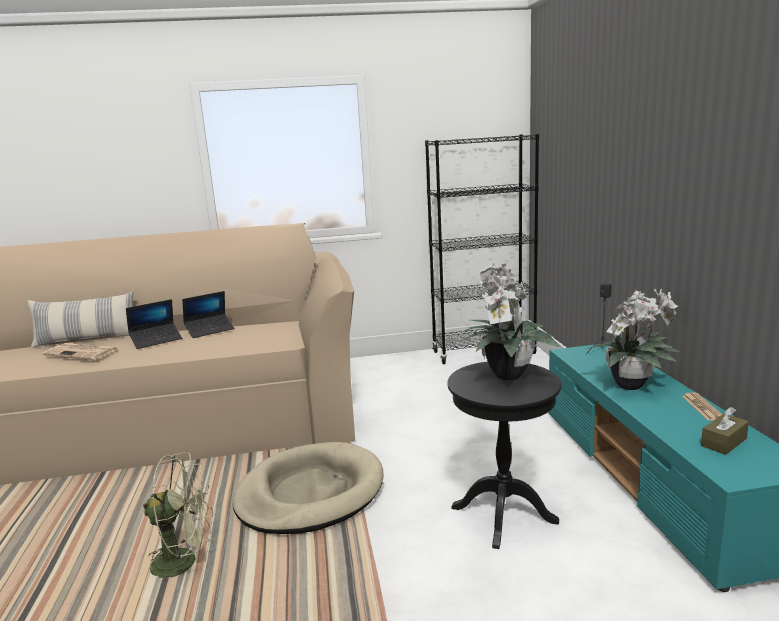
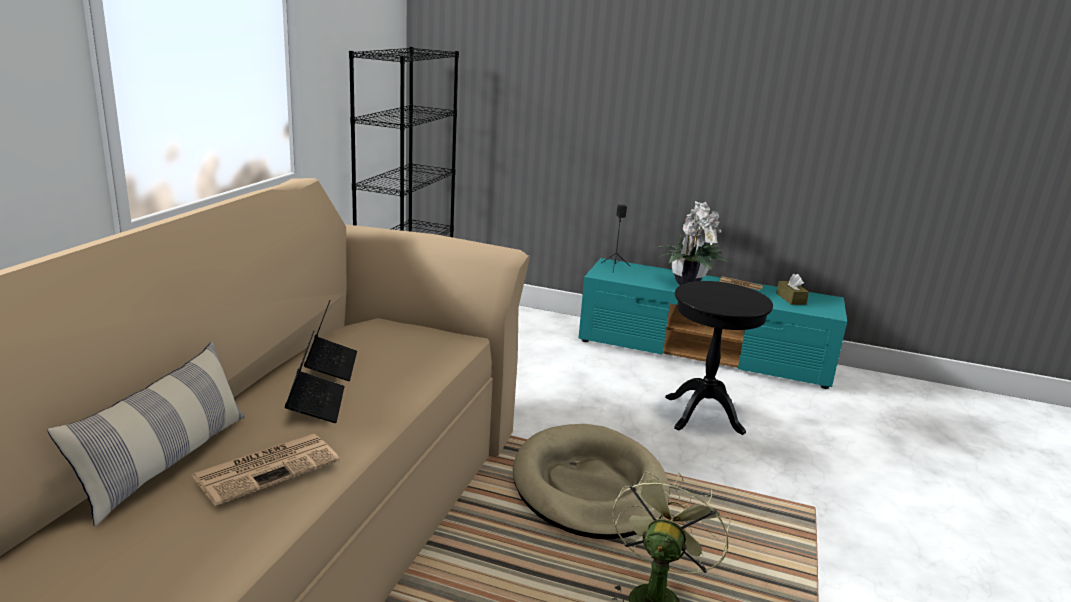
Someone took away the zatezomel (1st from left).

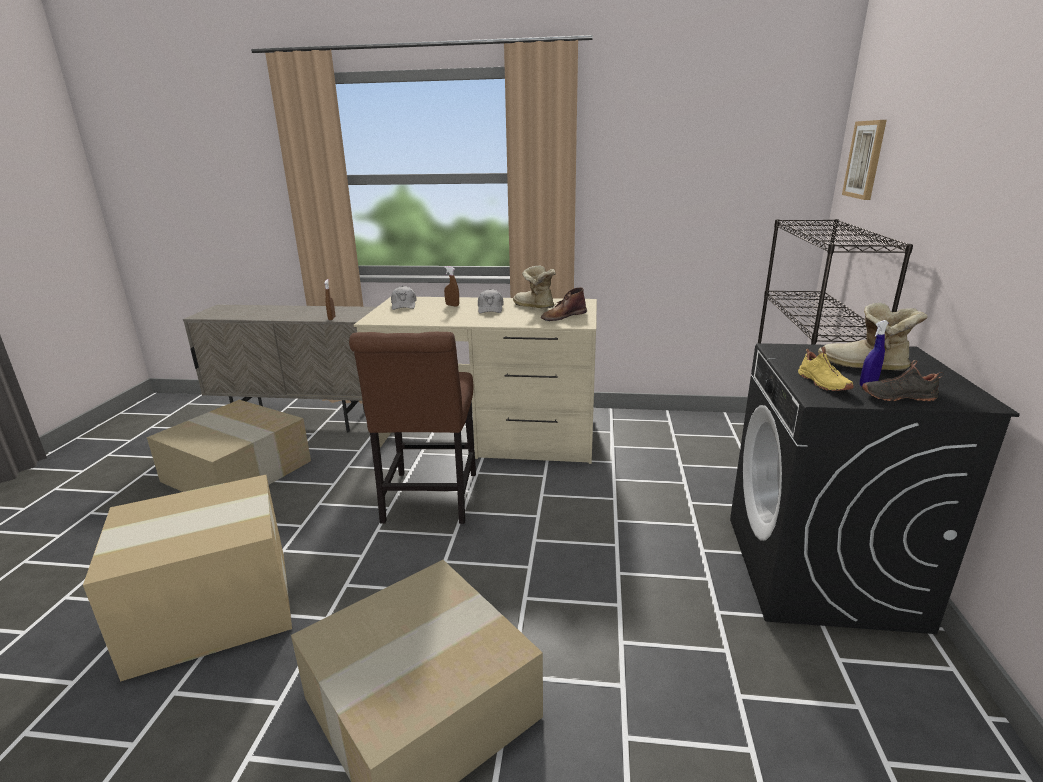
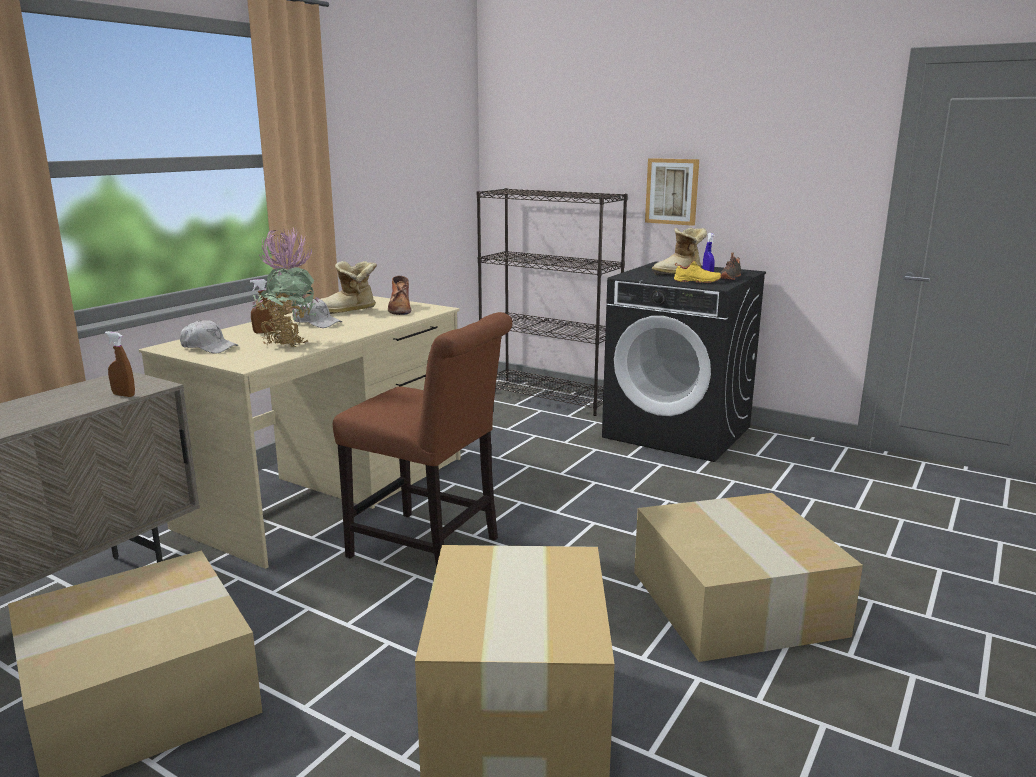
Someone carried the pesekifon. Someone put down the zatezomel.

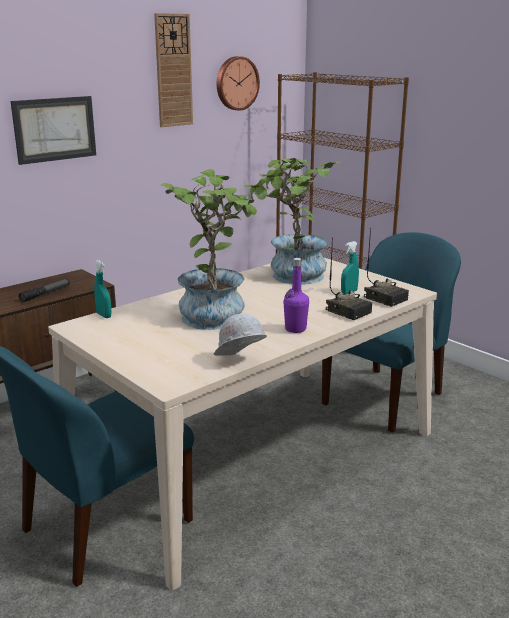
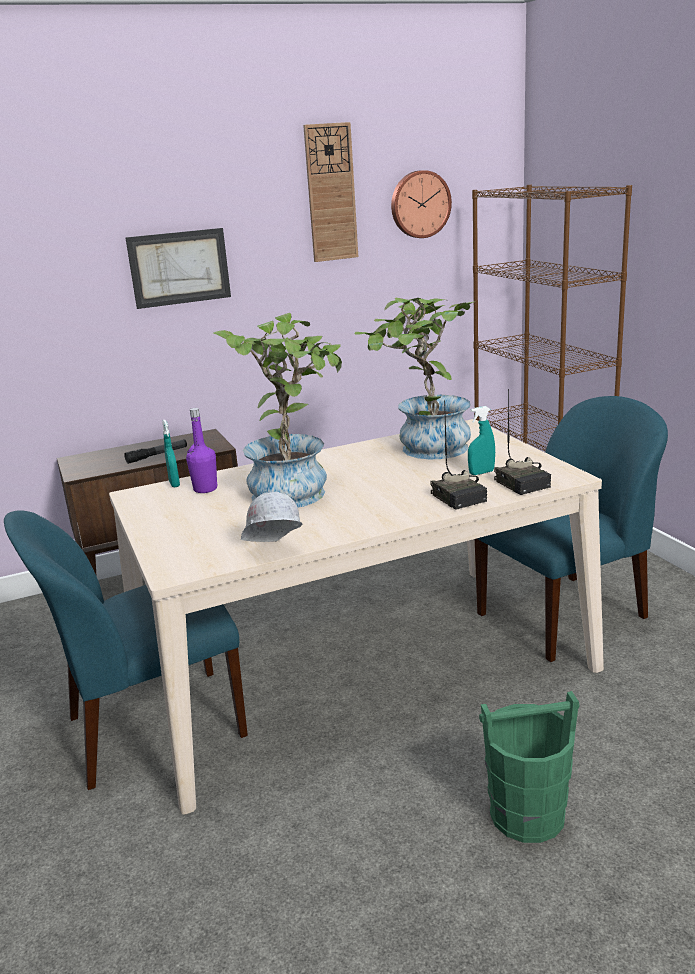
Someone carried the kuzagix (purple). Someone put down the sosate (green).

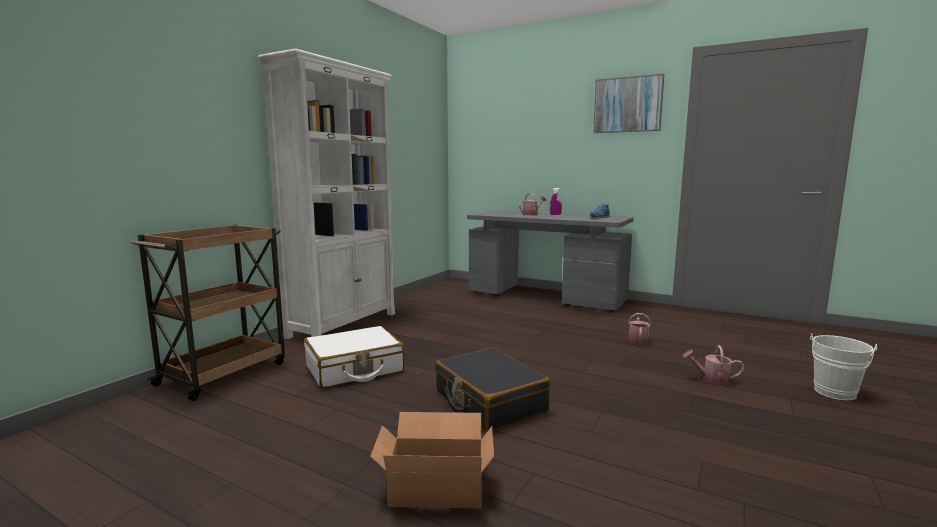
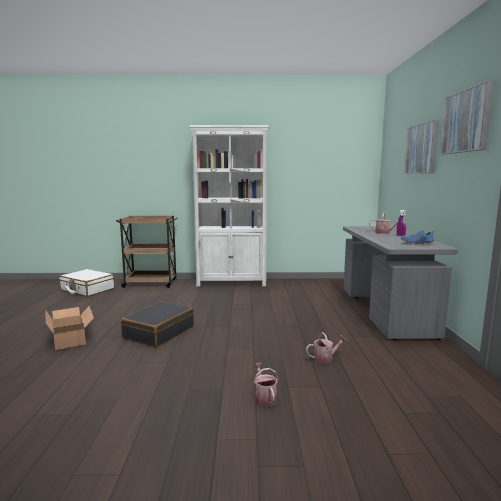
Someone carried the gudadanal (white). Someone took away the sosate (white). Someone put up the pesekifon (1st from left).

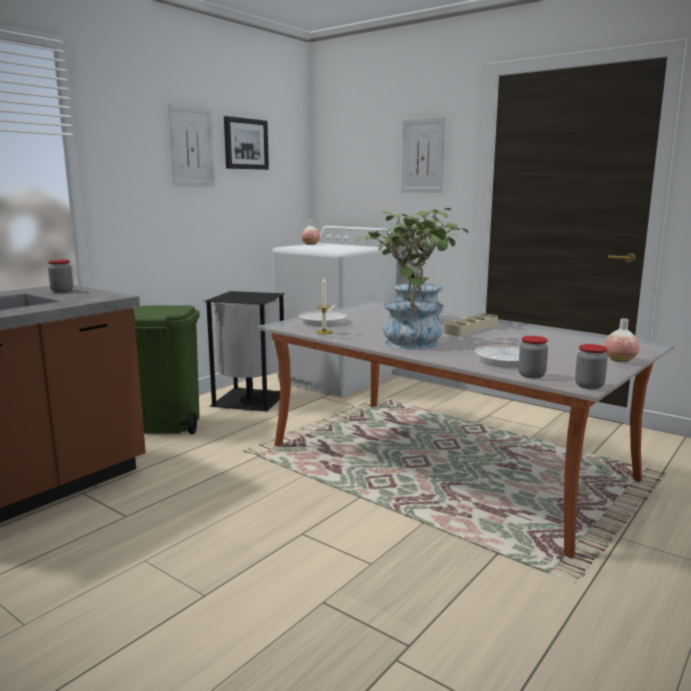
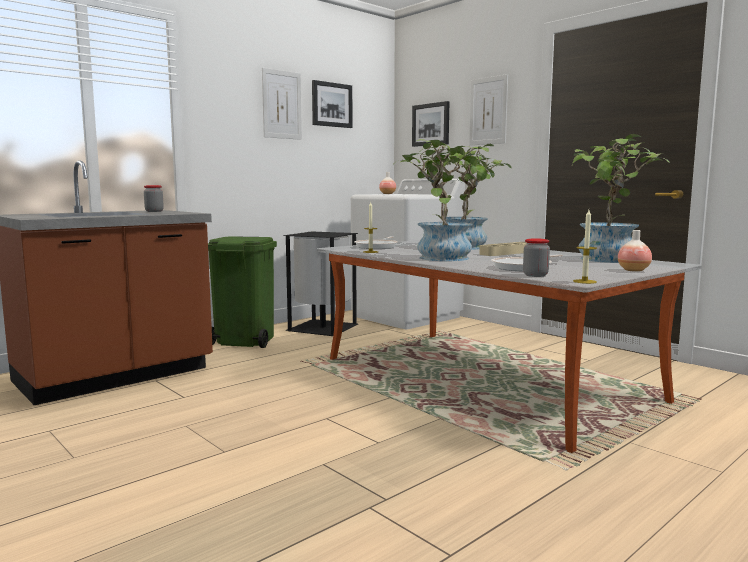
Someone swapped the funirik (3rd from left) for the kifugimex (2nd from left). Someone put up the pesekifon (3rd from left). Someone put down the zatezomel (3rd from left).

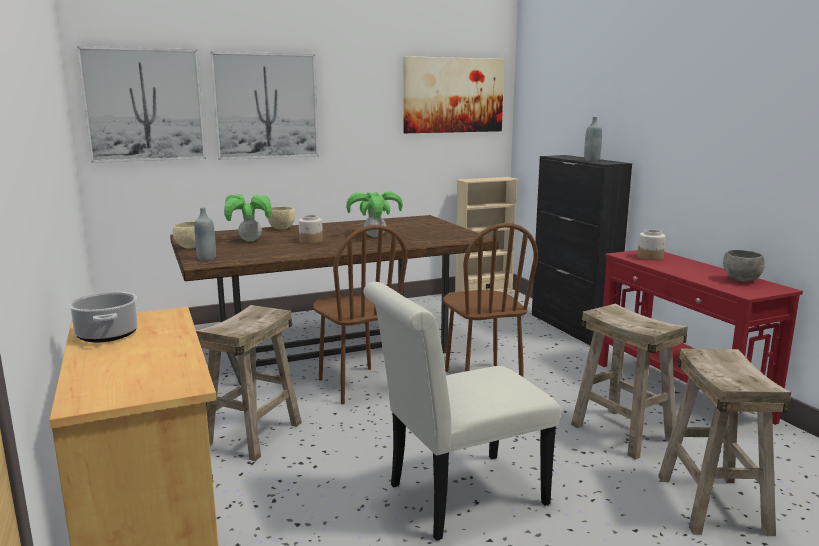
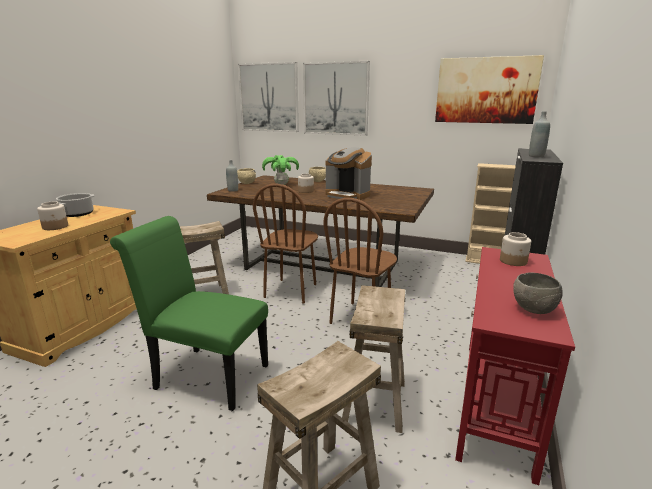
Someone swapped the zatezomel (2nd from left) for the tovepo. Someone repainted the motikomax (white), which became the motikomax (green). Someone put down the funirik (1st from left).

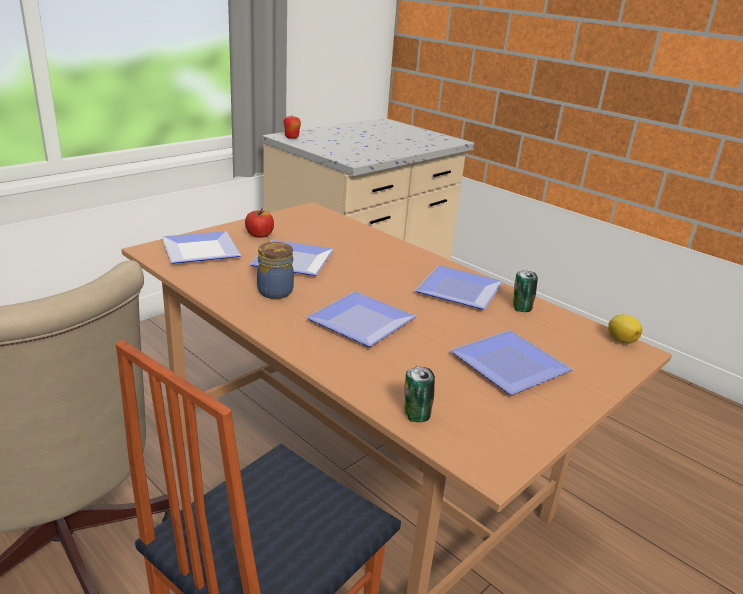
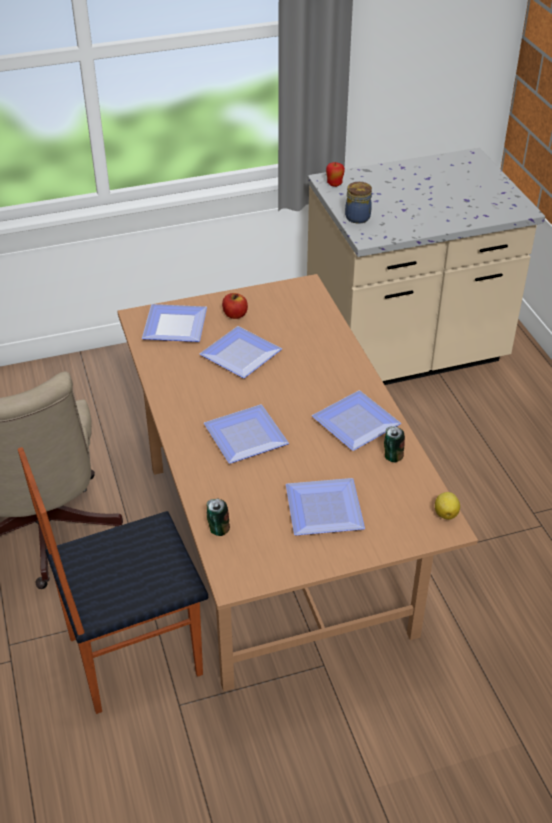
Someone carried the funirik.

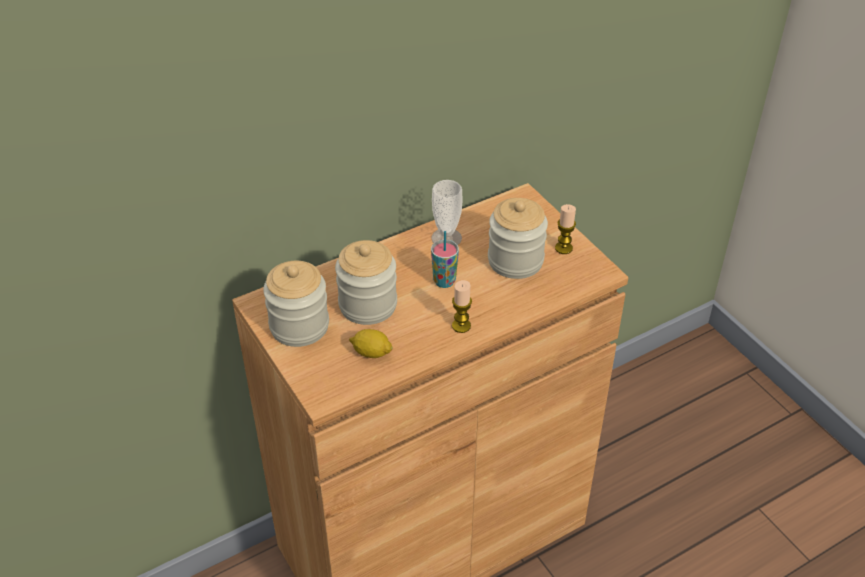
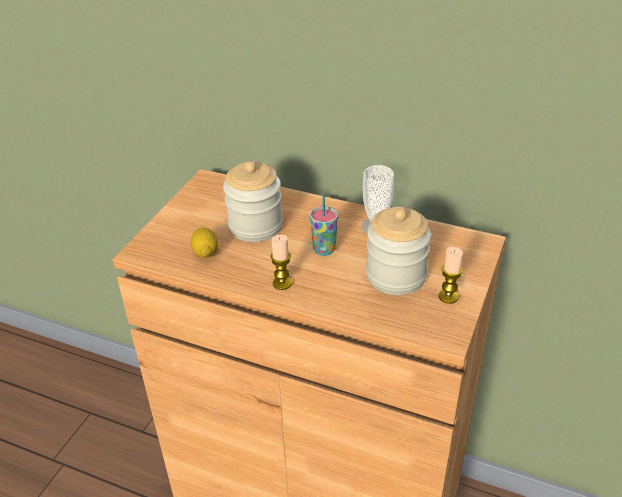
Someone took away the funirik (1st from left).

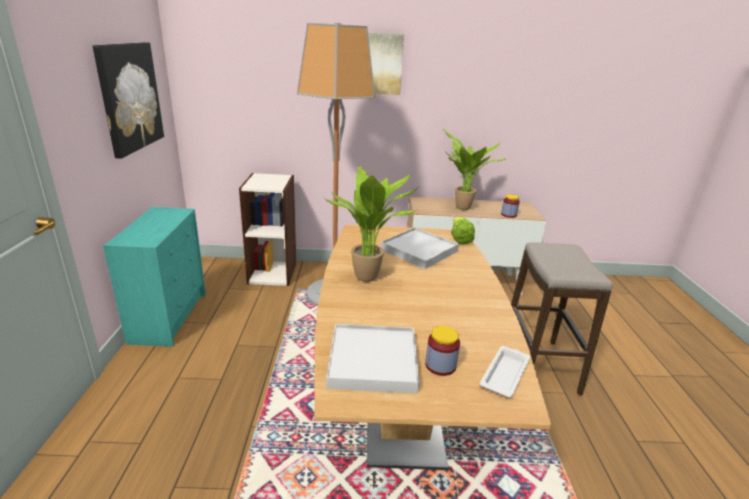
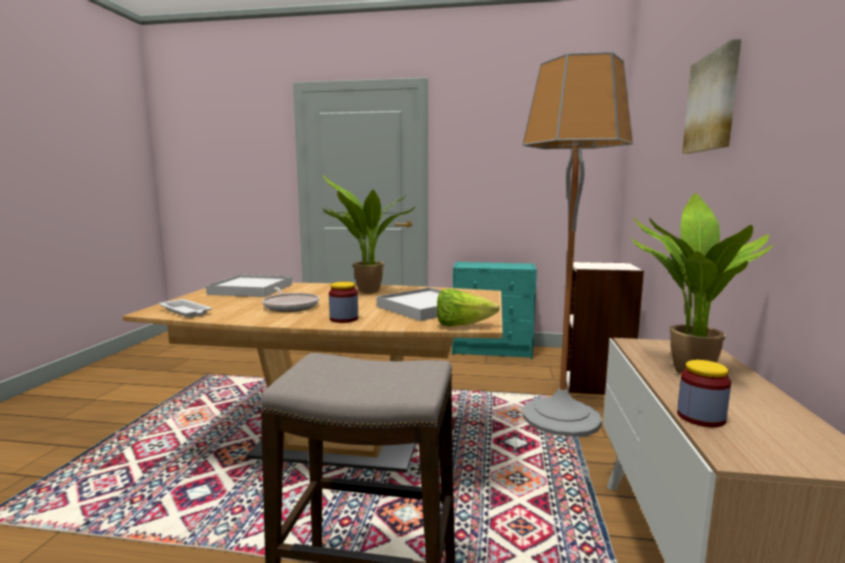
Someone took away the pesekifon (1st from left). Someone carried the funirik (1st from left). Someone put down the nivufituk.

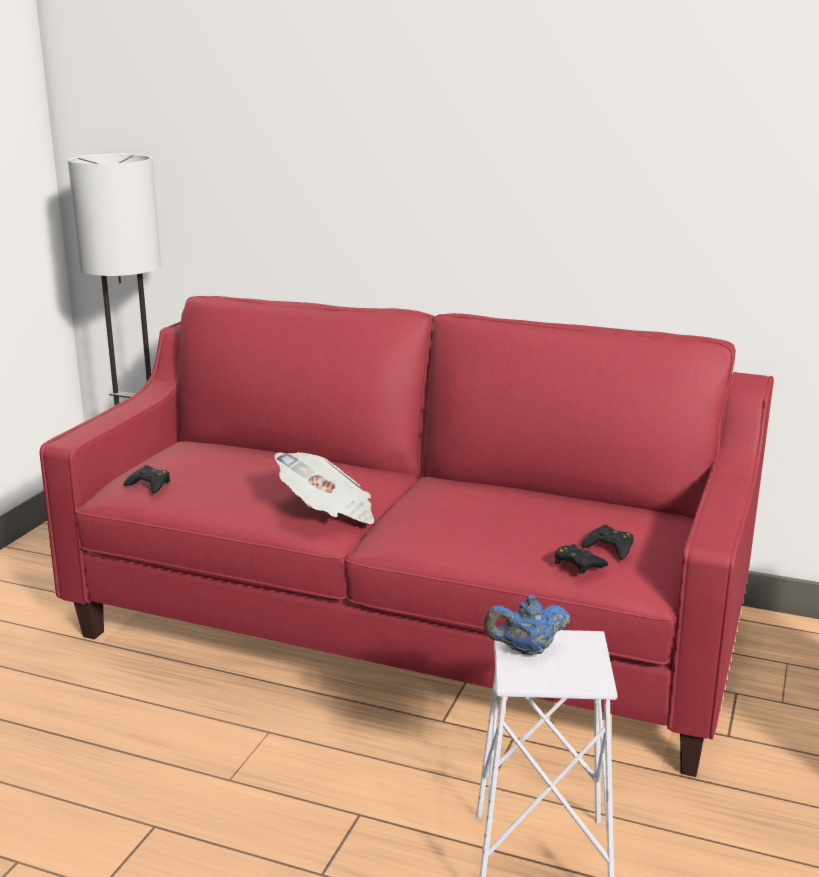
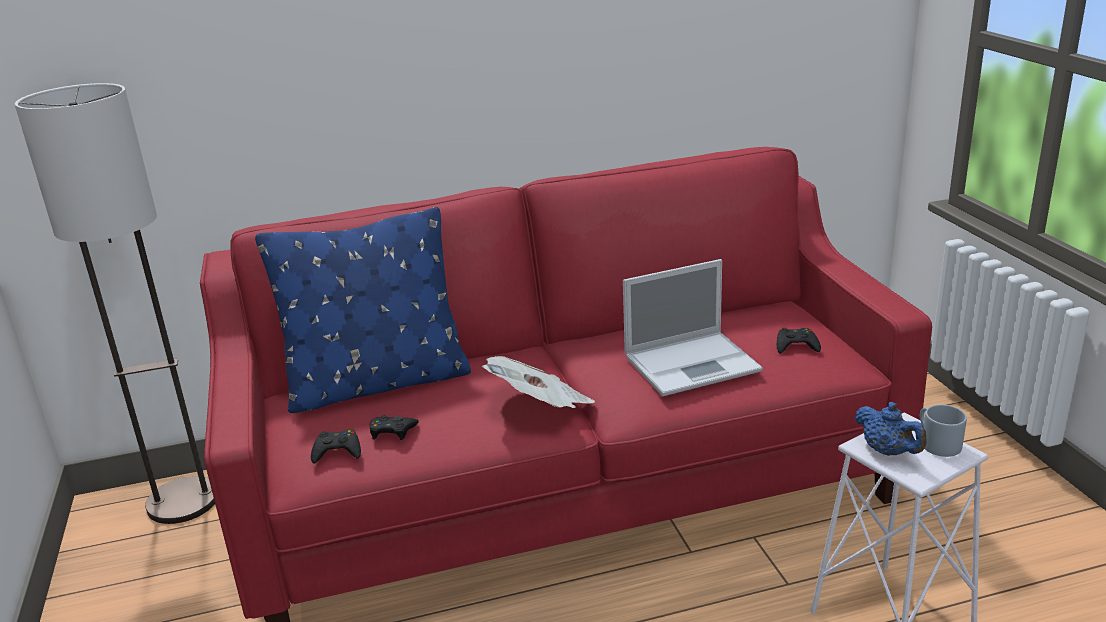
Someone carried the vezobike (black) (2nd from left). Someone rotated the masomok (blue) by 75 degrees counterclockwise. Someone put down the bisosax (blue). Someone put down the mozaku. Someone put down the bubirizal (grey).

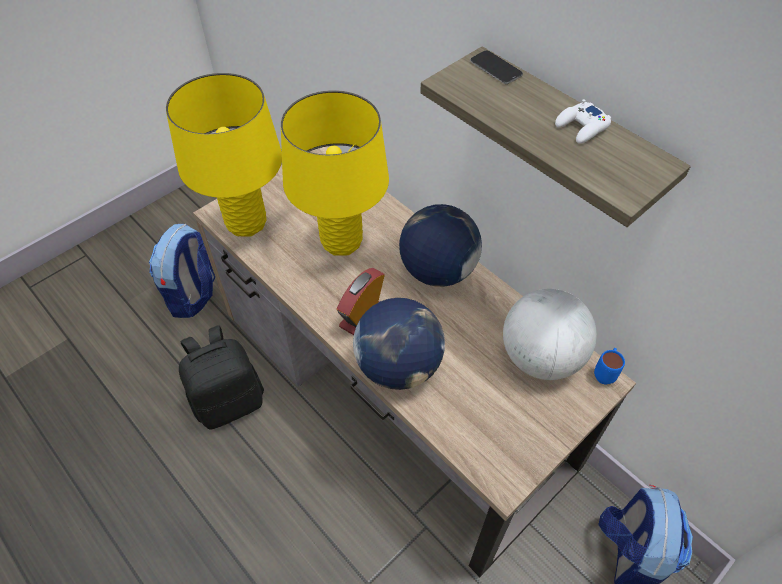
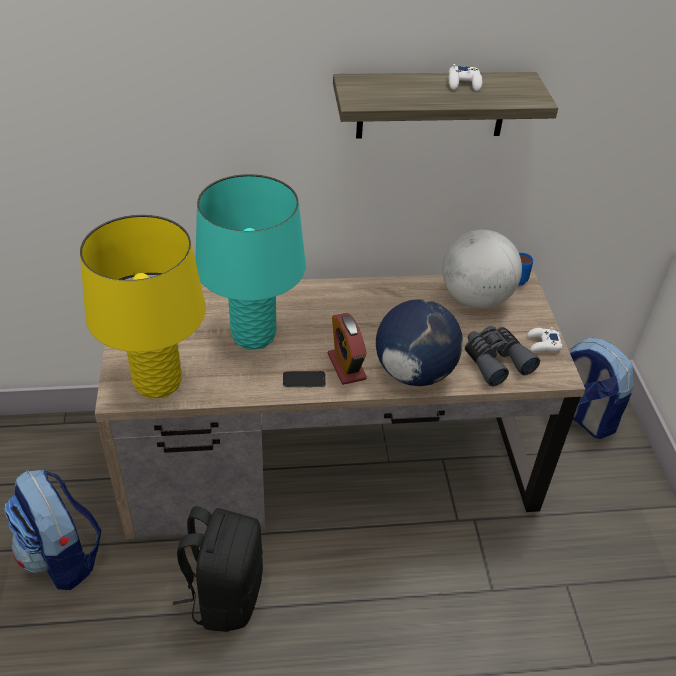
Someone carried the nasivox. Someone repainted the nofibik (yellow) (2nd from left), which became the nofibik (turquoise). Someone took away the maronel (2nd from left). Someone put down the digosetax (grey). Someone put down the vezobike (white) (2nd from left).

